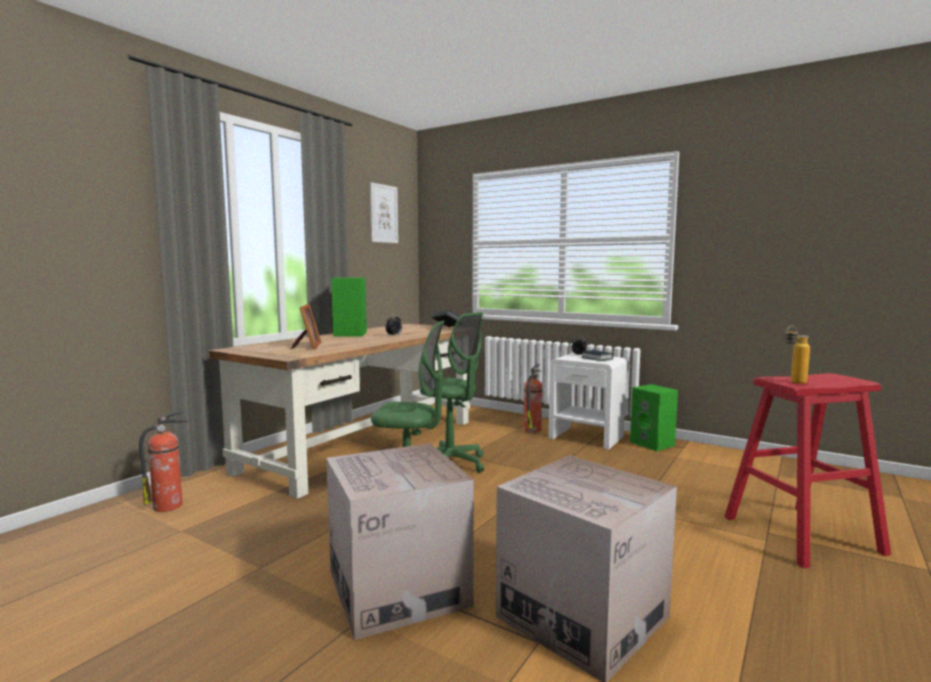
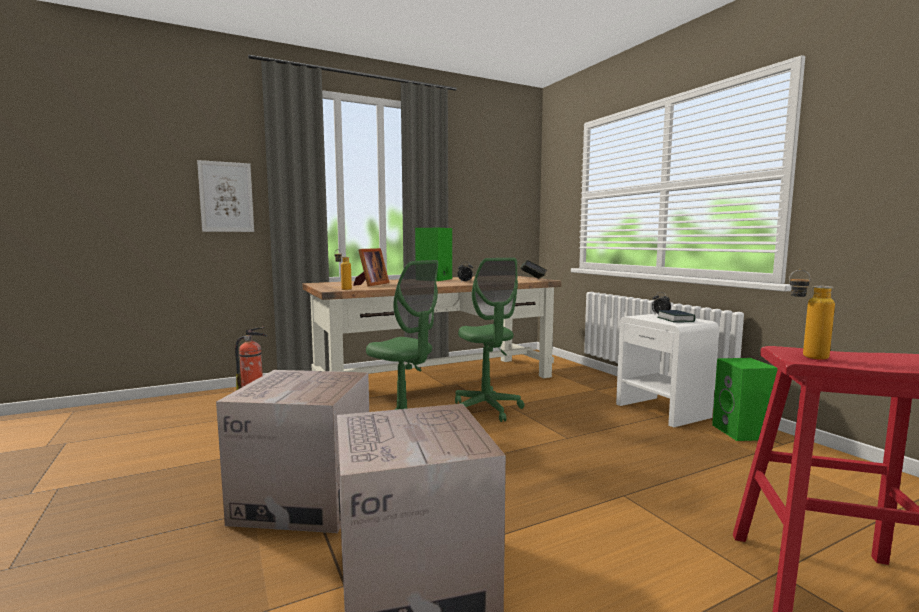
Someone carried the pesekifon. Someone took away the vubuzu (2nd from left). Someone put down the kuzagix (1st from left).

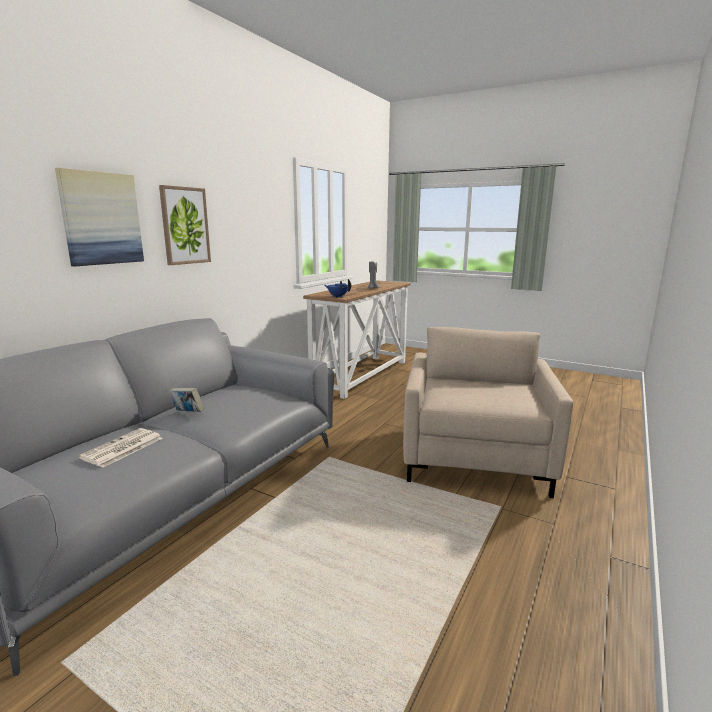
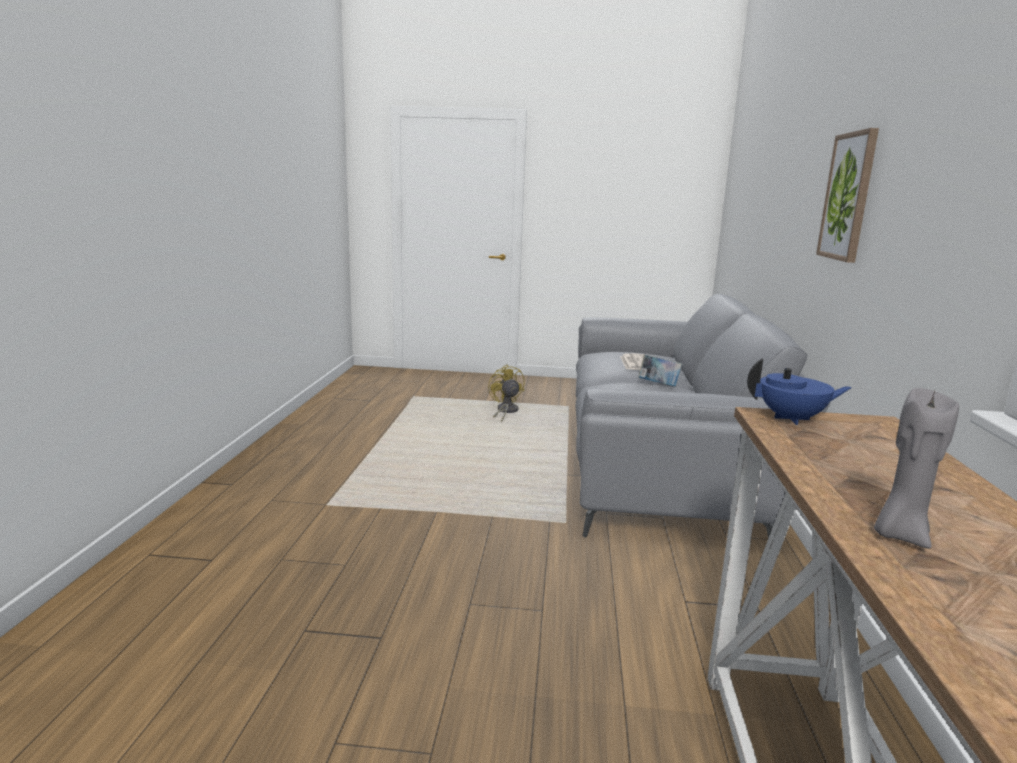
Someone took away the pesekifon (1st from left). Someone took away the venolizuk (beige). Someone put down the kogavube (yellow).

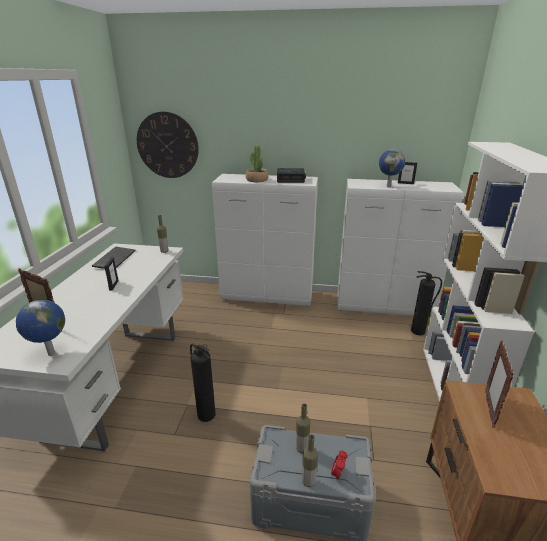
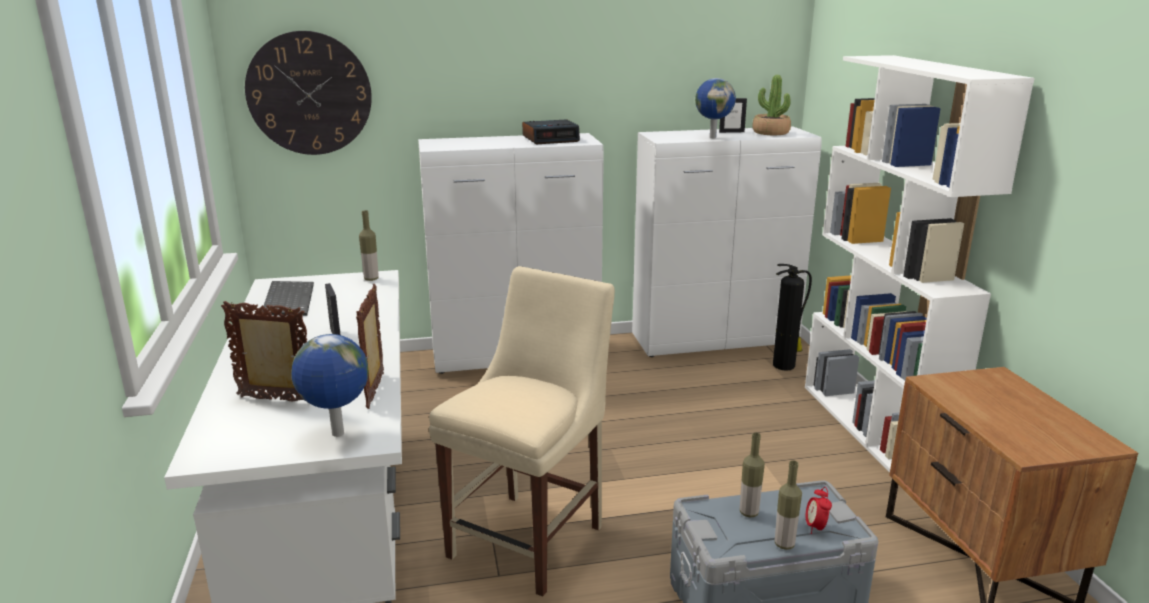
Someone carried the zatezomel. Someone carried the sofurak (4th from left in the first image). Someone swapped the vubuzu (1st from left) for the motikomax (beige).

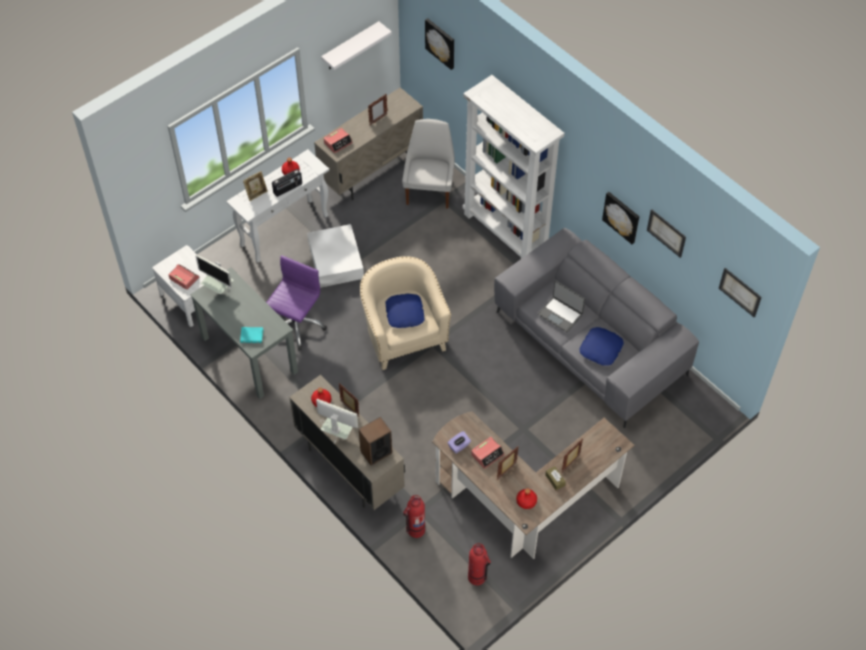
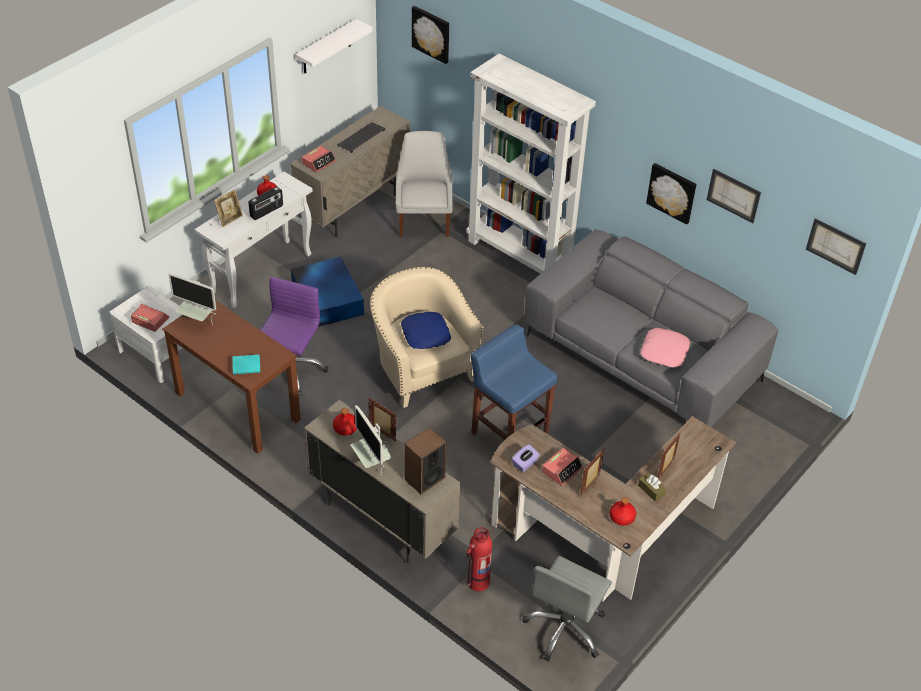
Someone swapped the sofurak (3rd from left) for the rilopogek. Someone repainted the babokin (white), which became the babokin (blue). Someone repainted the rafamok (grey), which became the rafamok (brown) (1st from left). Someone took away the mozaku. Someone repainted the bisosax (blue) (2nd from left), which became the bisosax (pink). Someone rotated the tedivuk (2nd from left) by 135 degrees counterclockwise. Someone swapped the vubuzu (2nd from left) for the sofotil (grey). Someone put down the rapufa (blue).

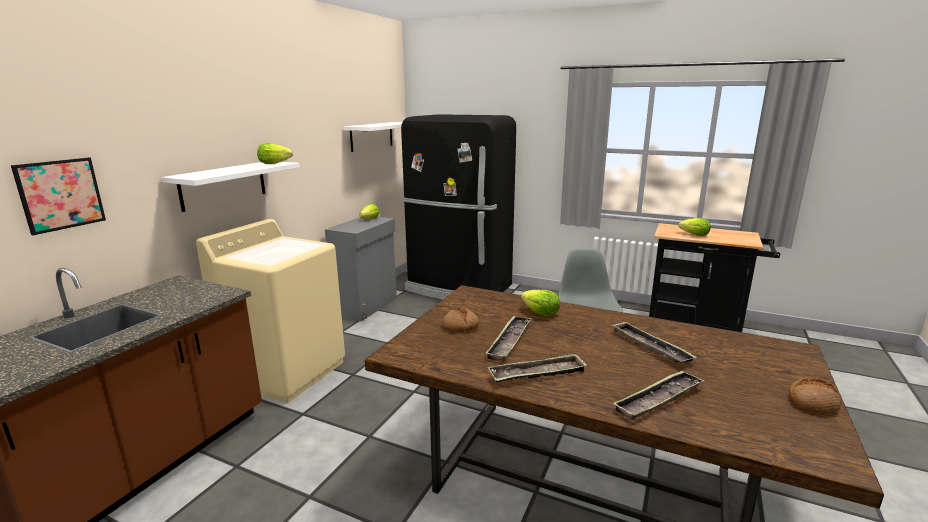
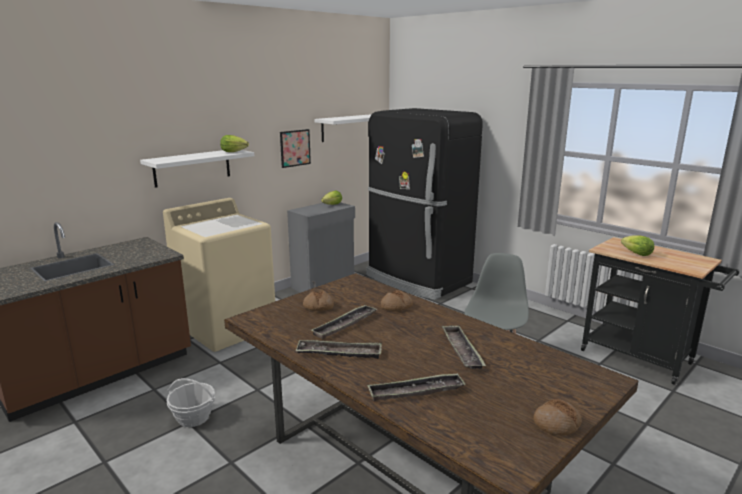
Someone carried the pesekifon. Someone swapped the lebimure (3rd from left) for the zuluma (2nd from left). Someone put down the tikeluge.

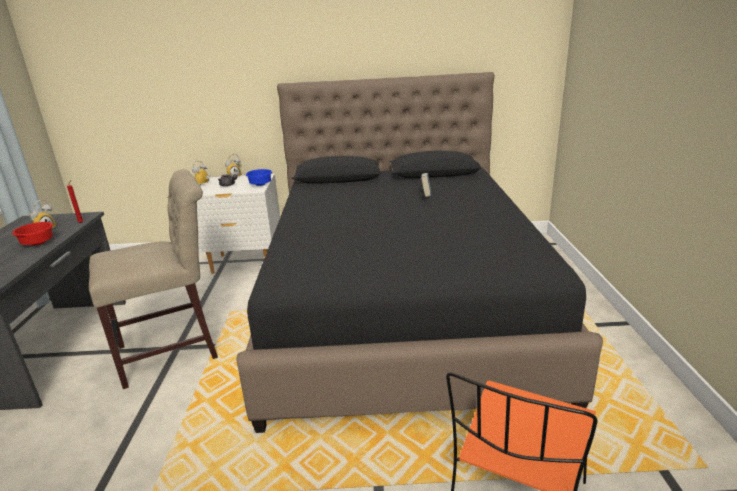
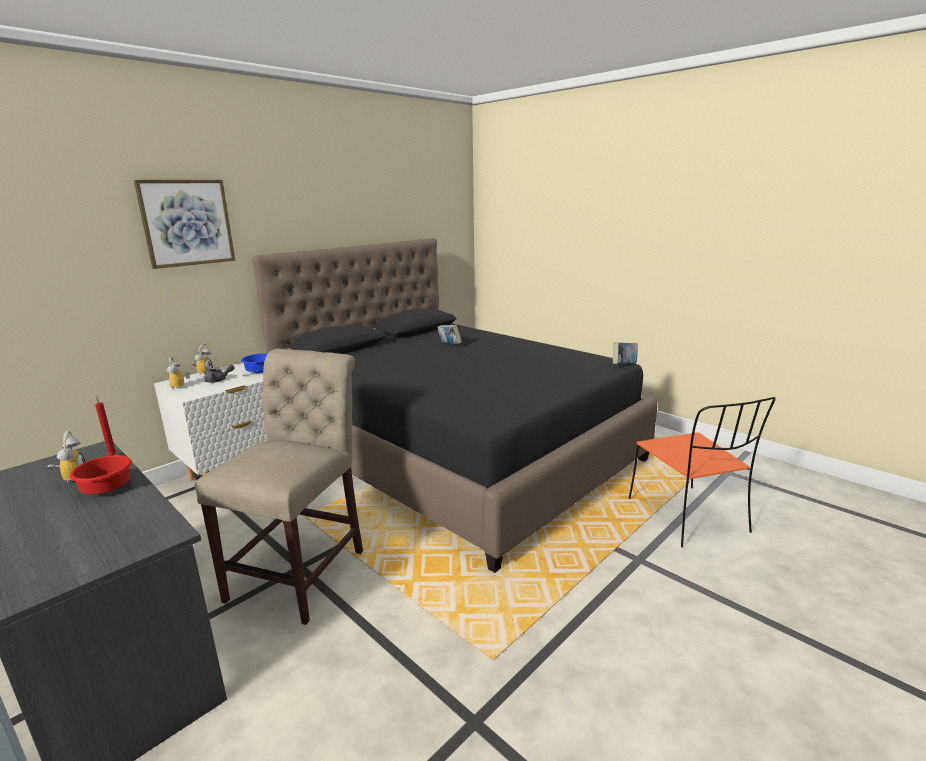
Someone put up the pesekifon. Someone put down the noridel (2nd from left).

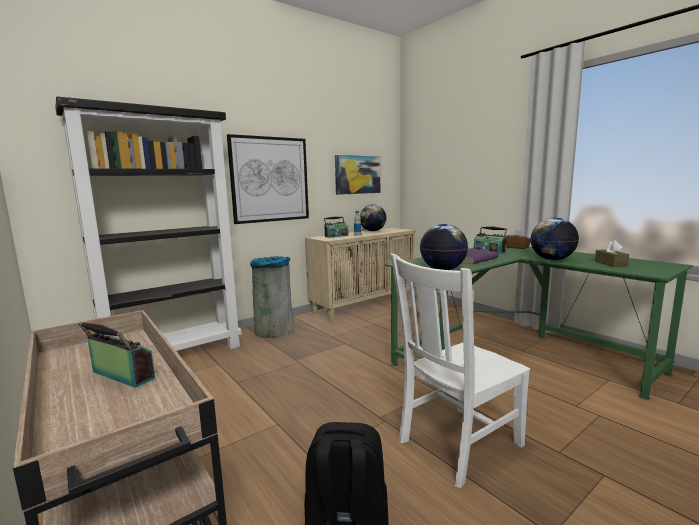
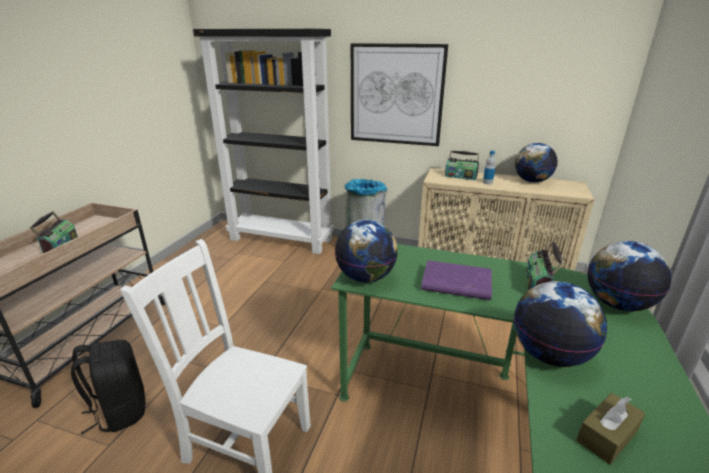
Someone took away the pesekifon (2nd from left). Someone swapped the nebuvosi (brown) (1st from left) for the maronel (4th from left).

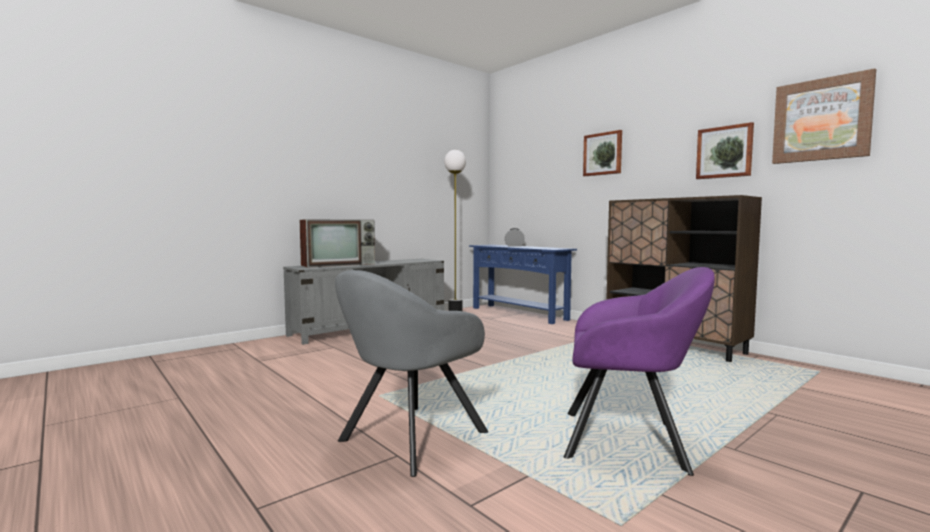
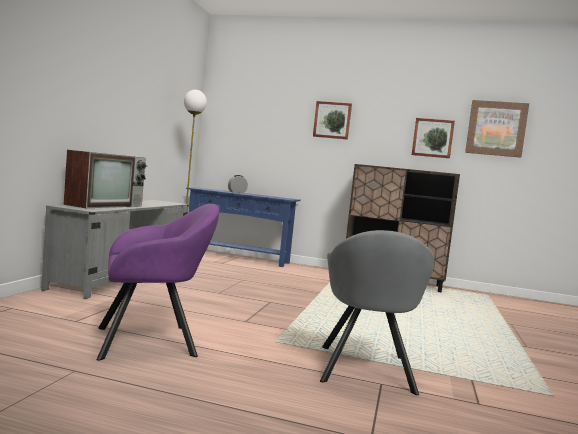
Someone carried the venolizuk (purple).

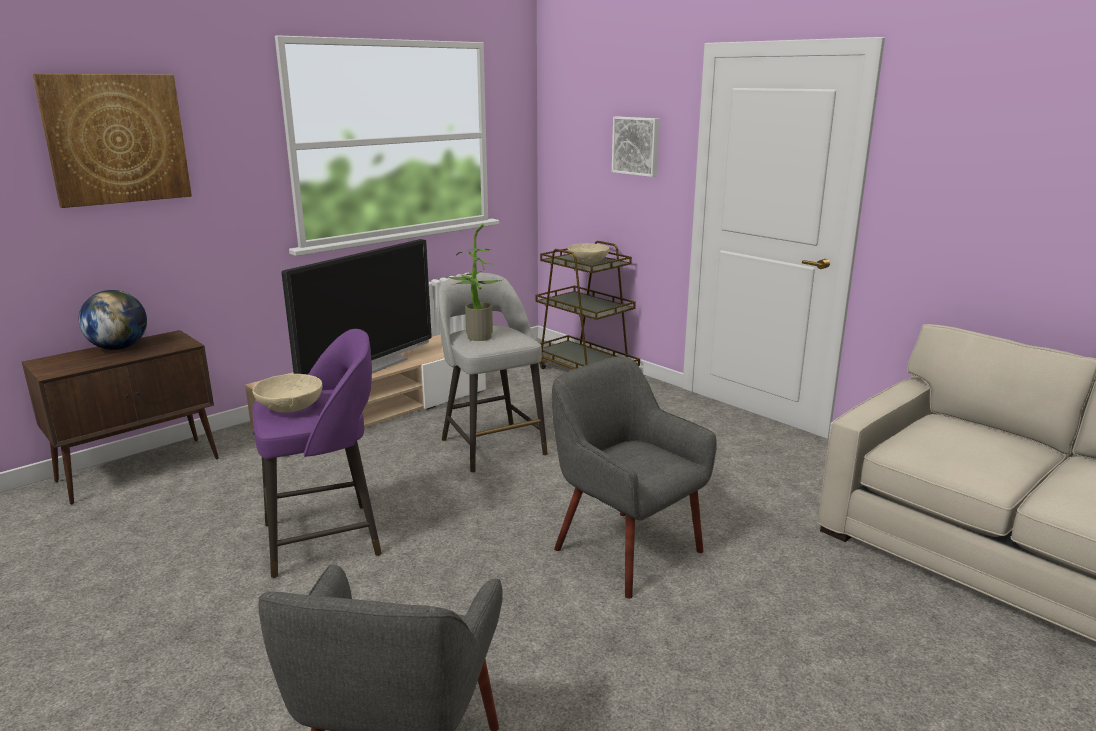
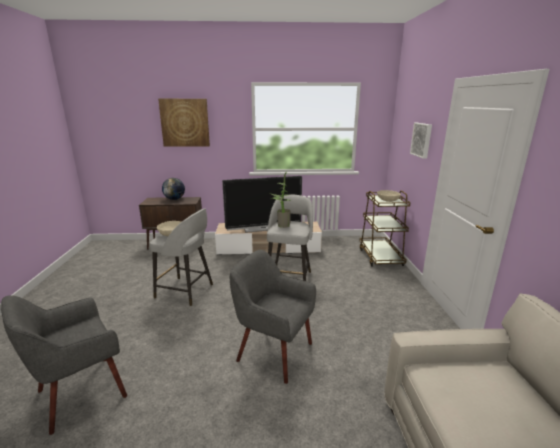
Someone repainted the rapufa (purple), which became the rapufa (grey) (1st from left). Someone rotated the venolizuk (grey) (2nd from left) by 60 degrees counterclockwise.

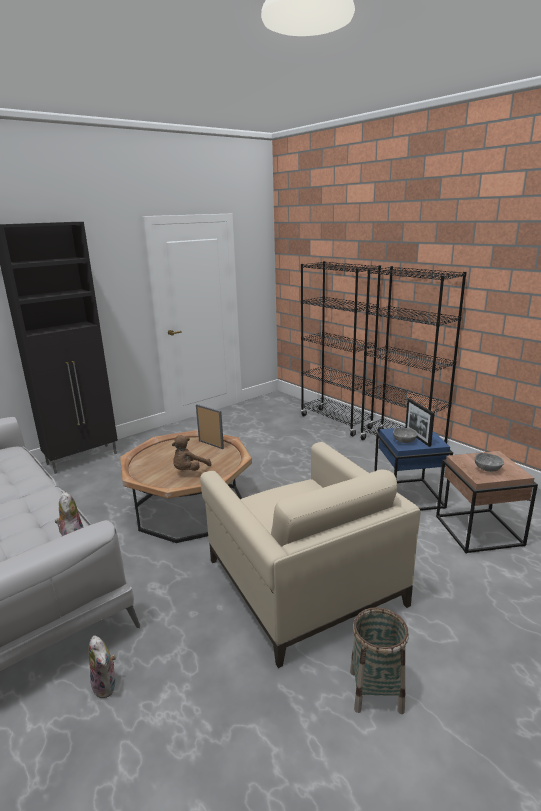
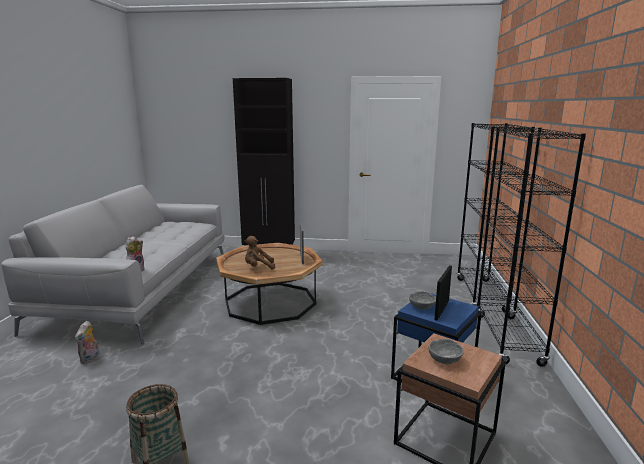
Someone took away the venolizuk (beige).

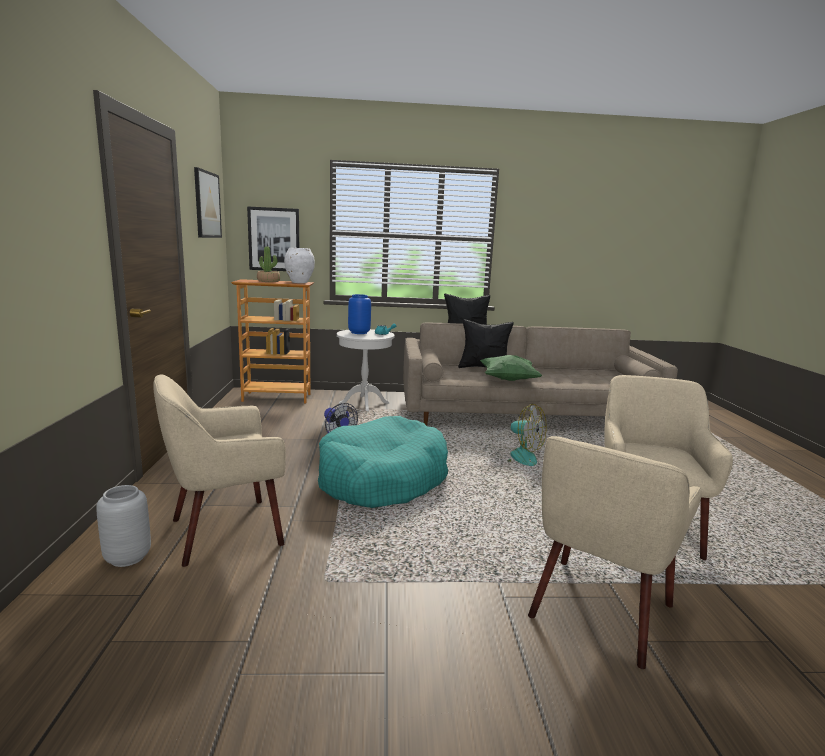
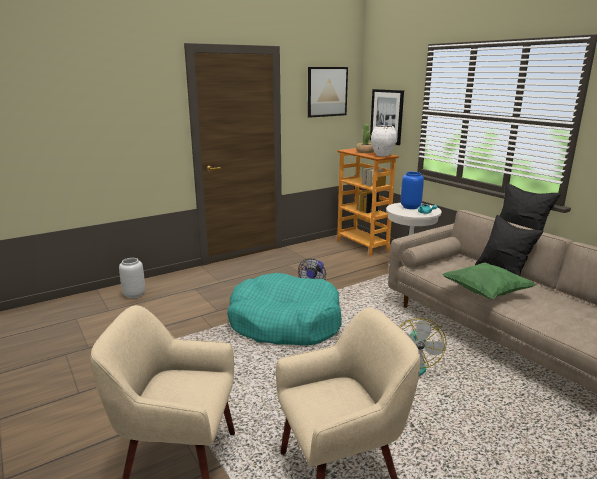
Someone took away the venolizuk (beige) (1st from left).

